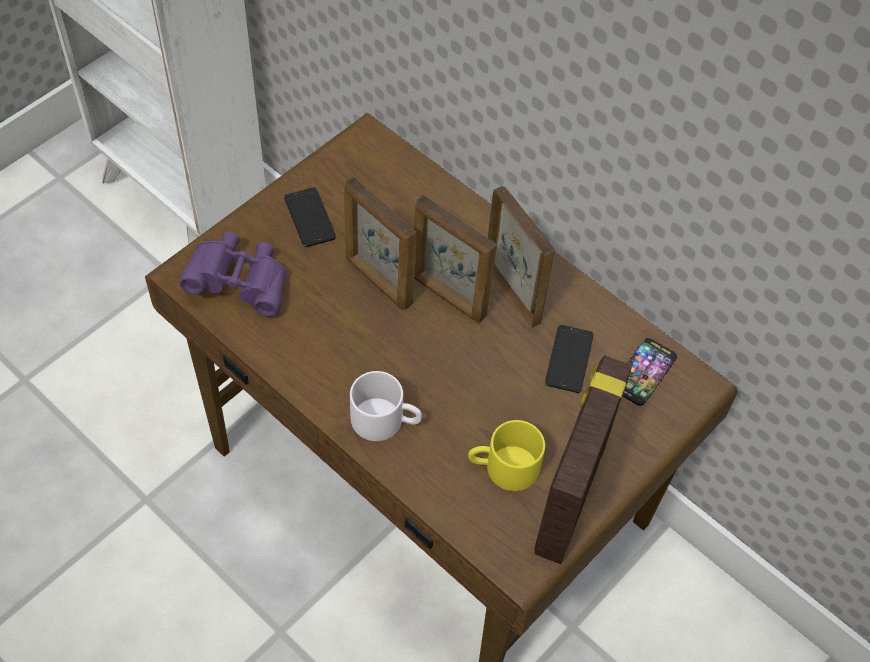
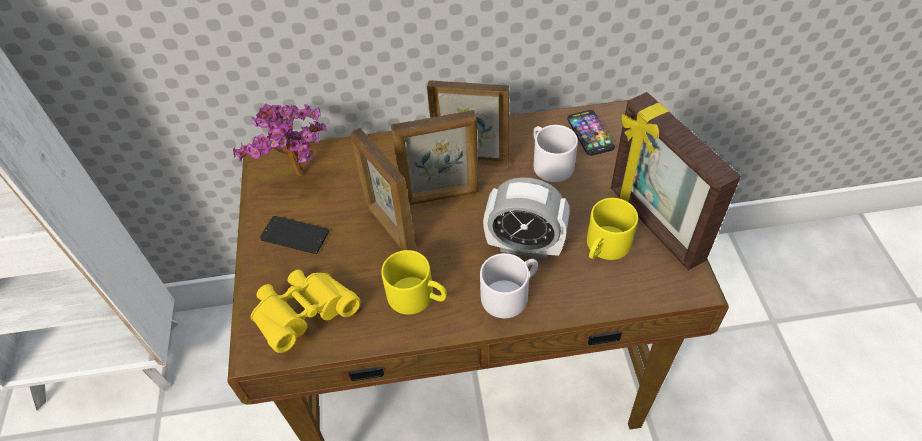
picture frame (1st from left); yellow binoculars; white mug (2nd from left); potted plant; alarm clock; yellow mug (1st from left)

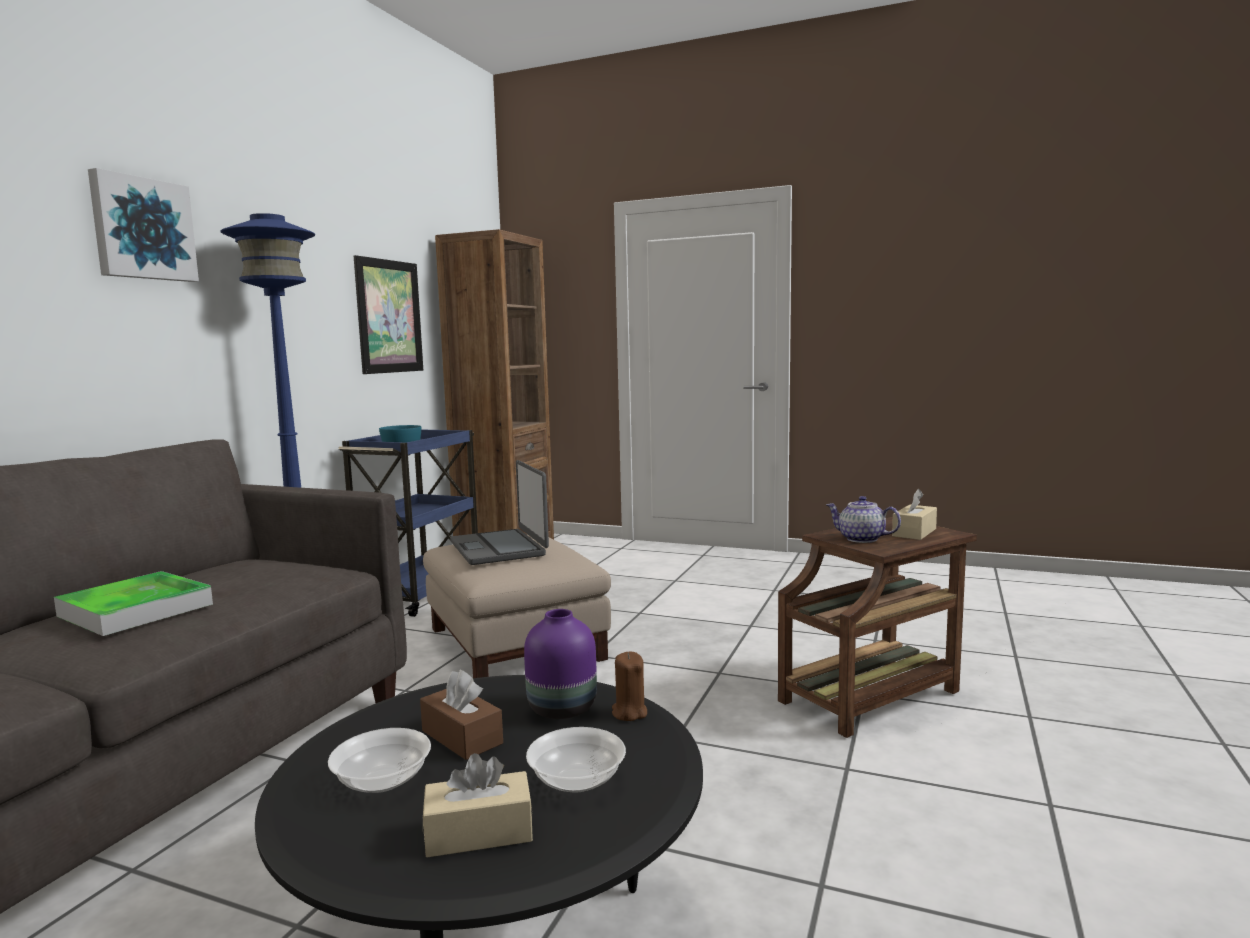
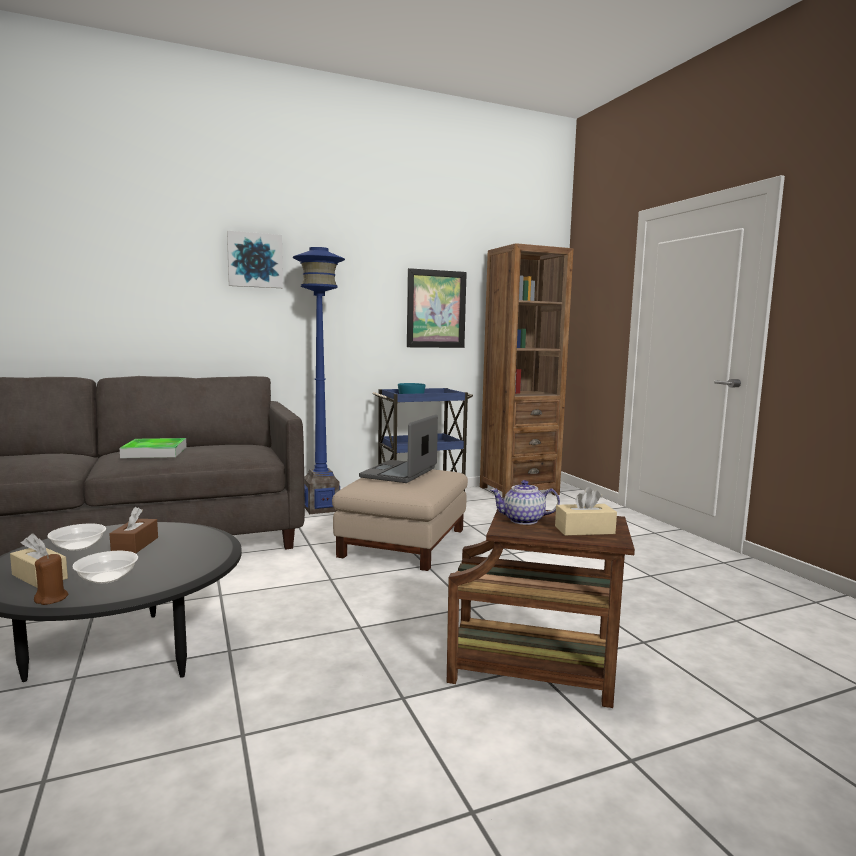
teapot; purple vase; brown candle

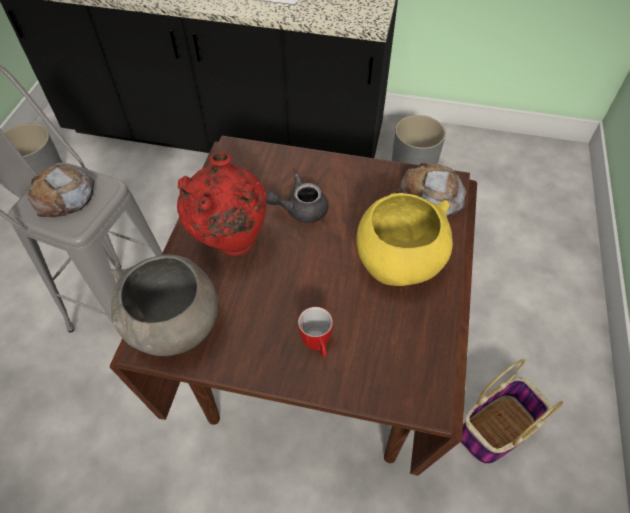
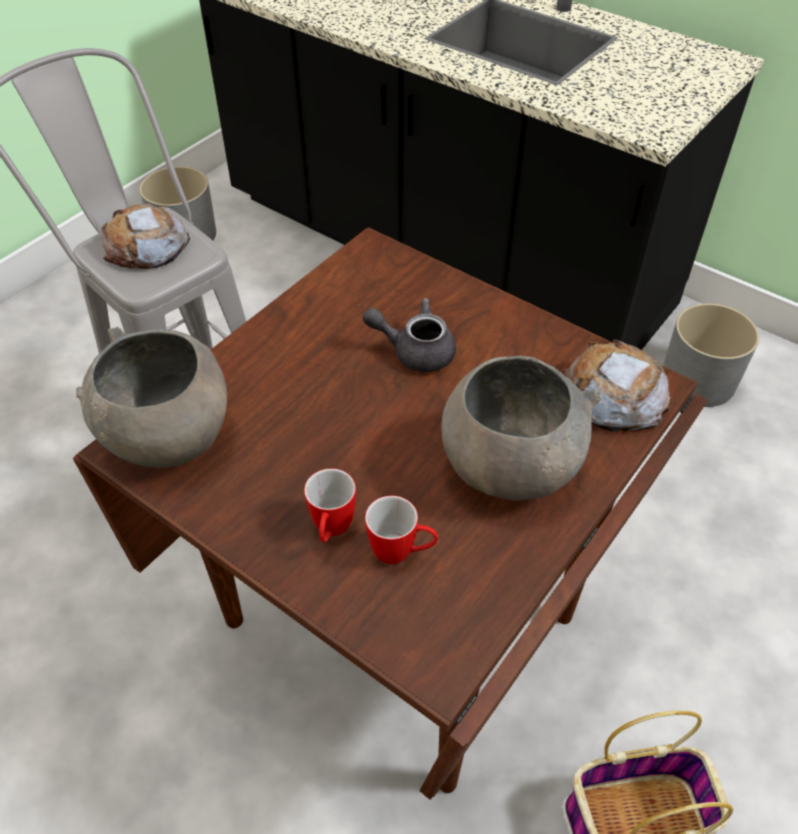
red vase; grey bowl (2nd from left); mug (2nd from left)

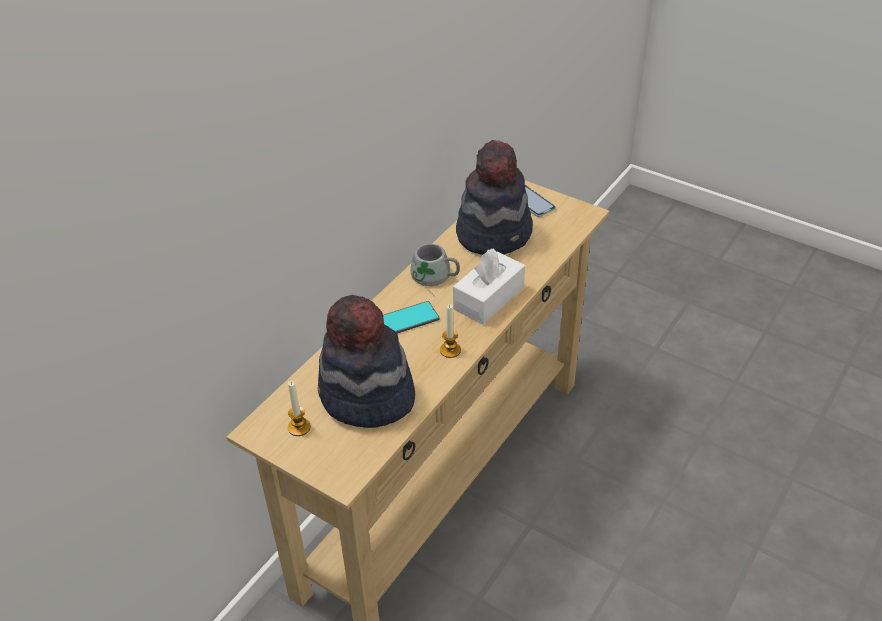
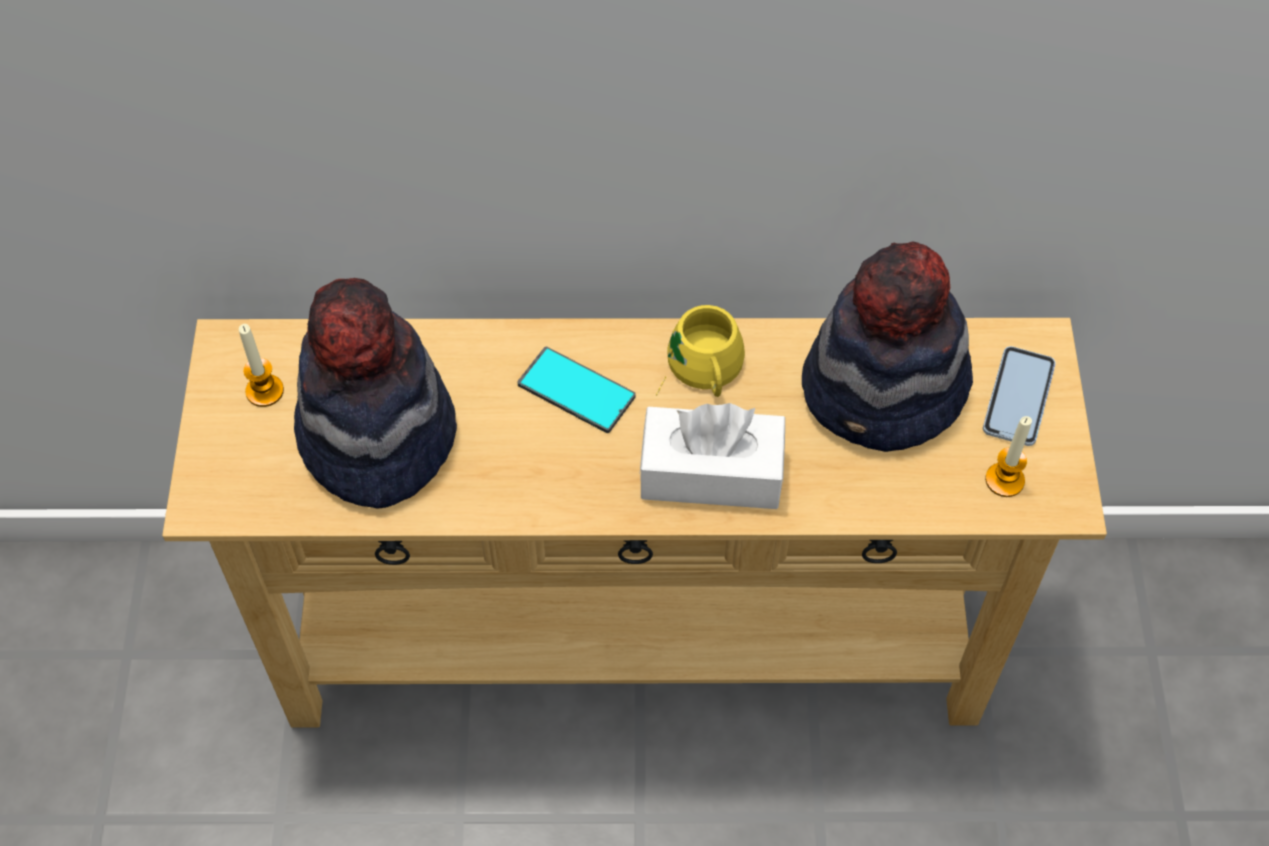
yellow mug; candle (2nd from left)

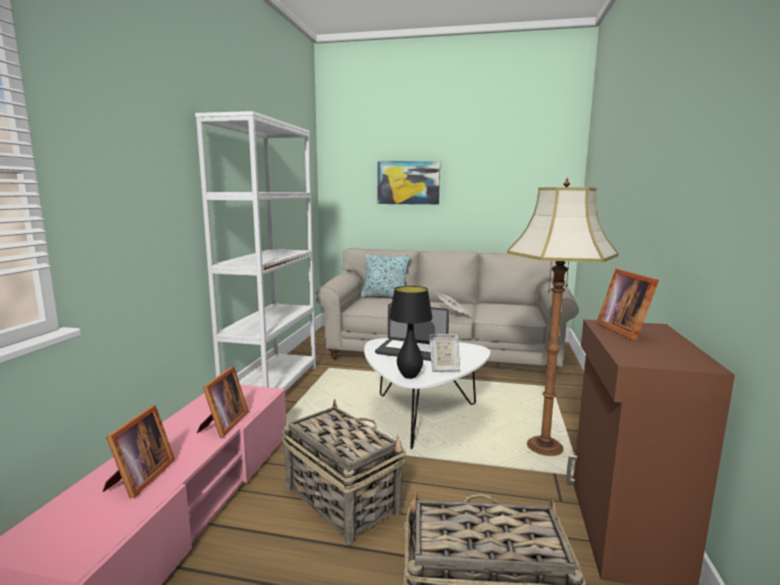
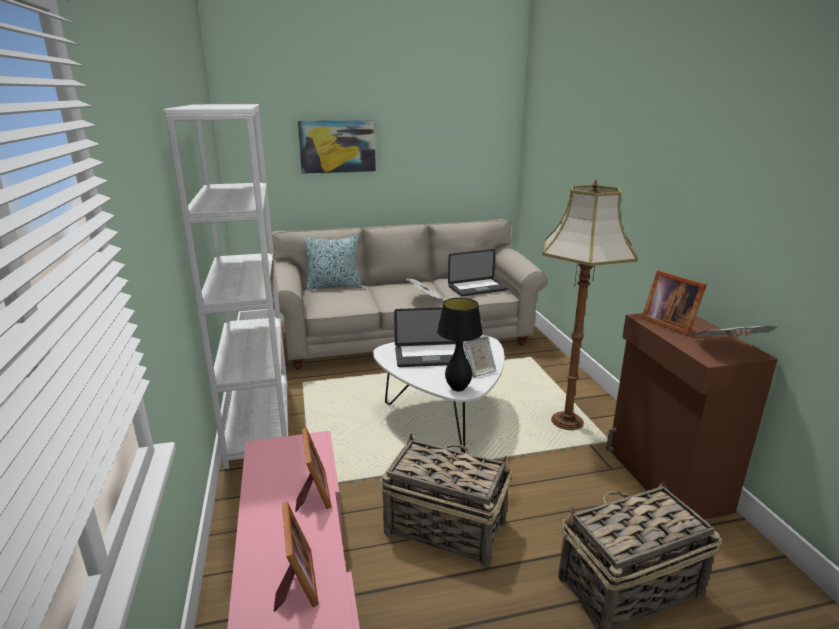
laptop (2nd from left); newspaper (2nd from left)

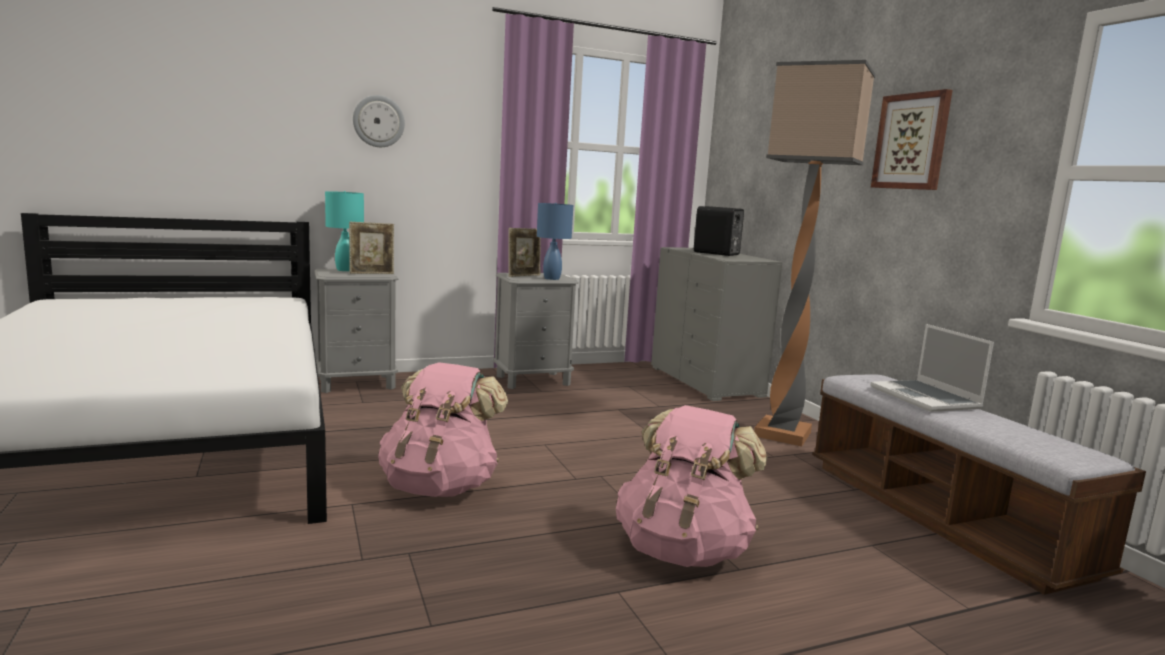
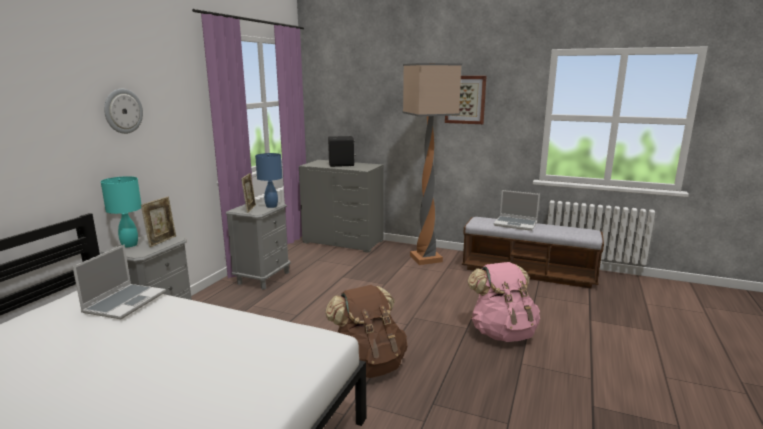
brown backpack; laptop (1st from left)

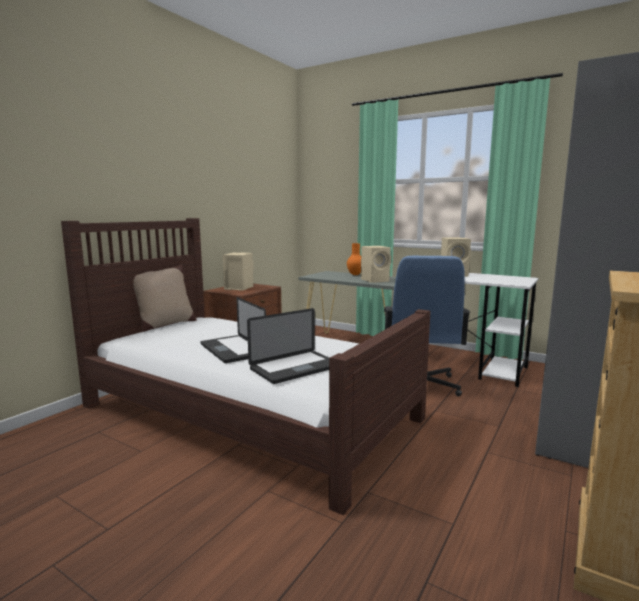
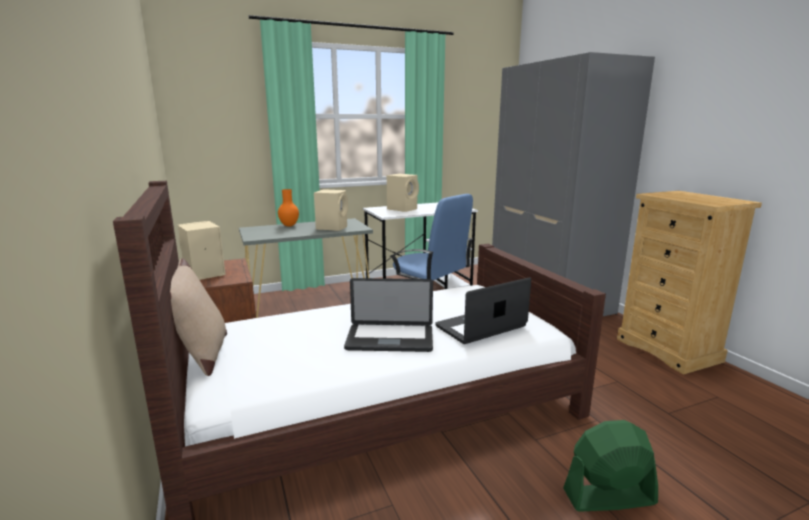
laptop (2nd from left); green fan

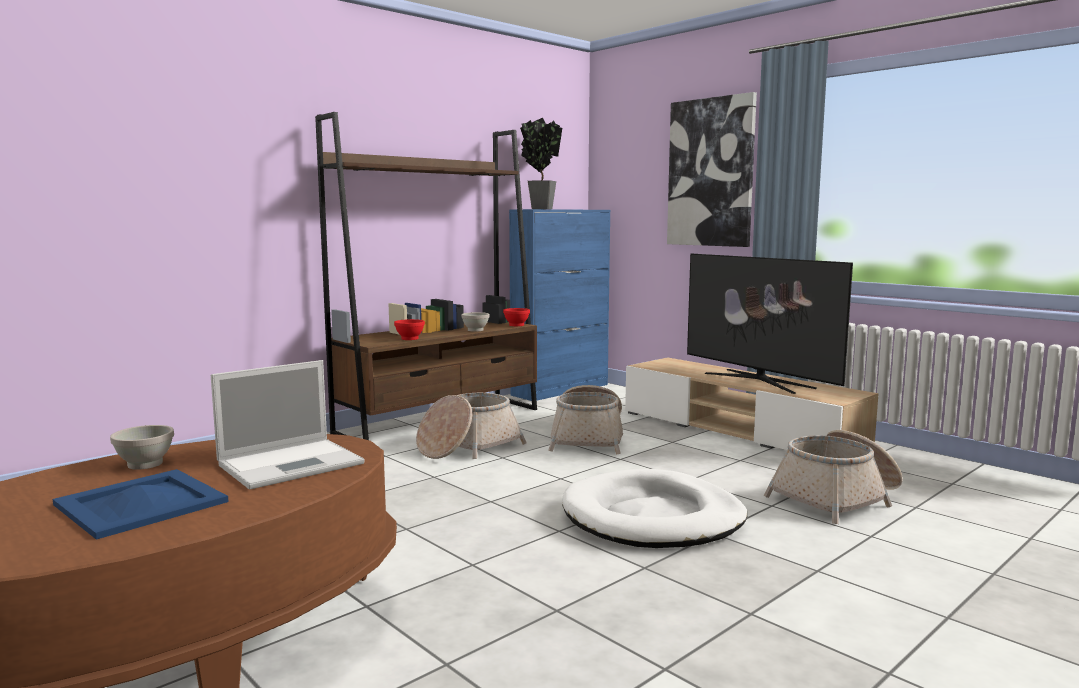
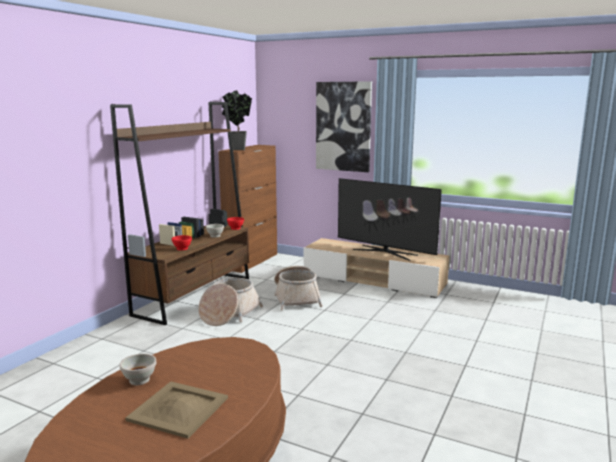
brown cabinet; laptop; basket (3rd from left in the first image); beige tray; white dog bed

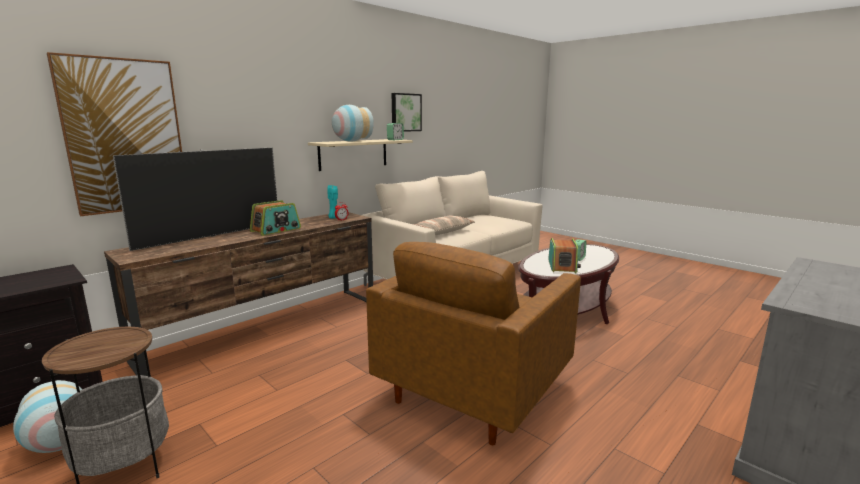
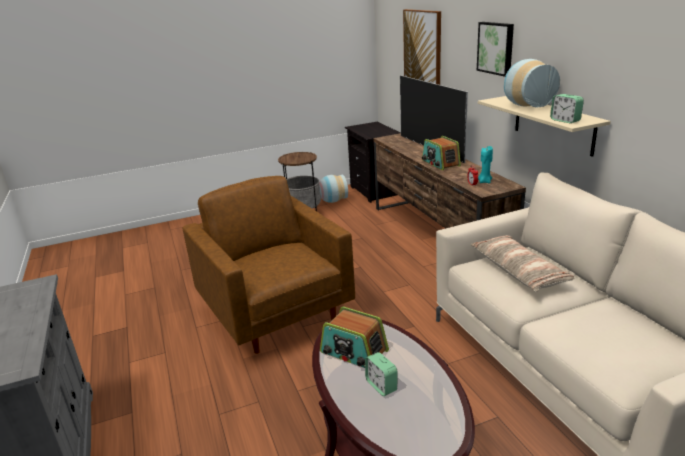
picture (2nd from left)

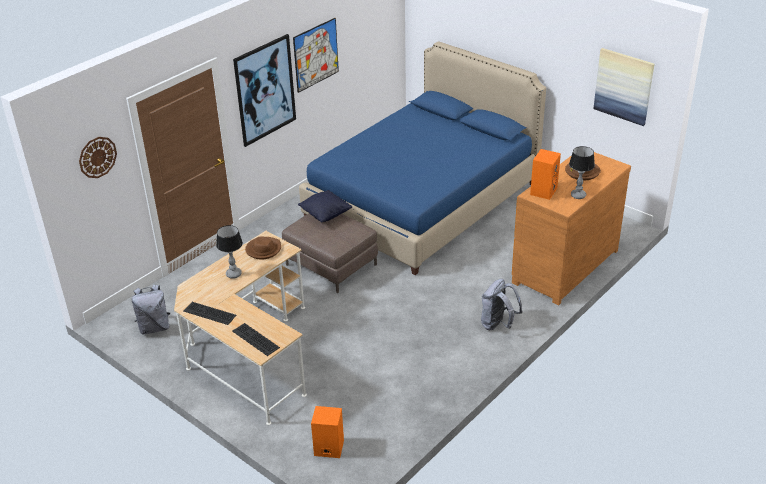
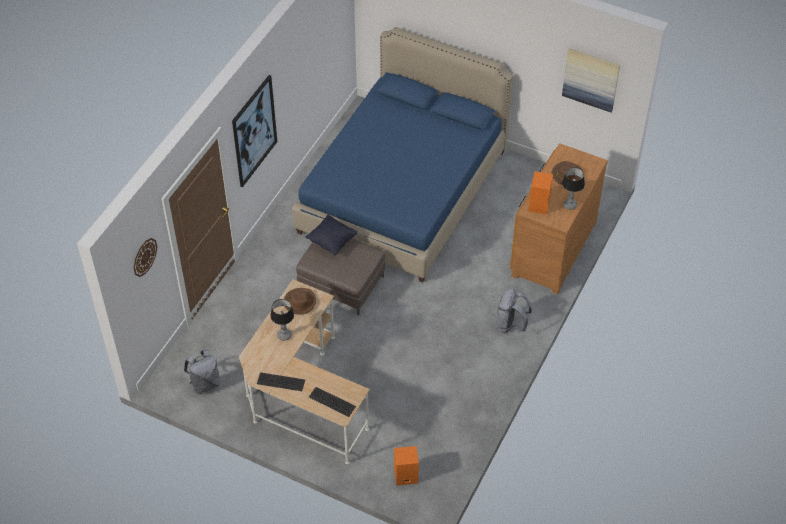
picture (2nd from left in the first image)

